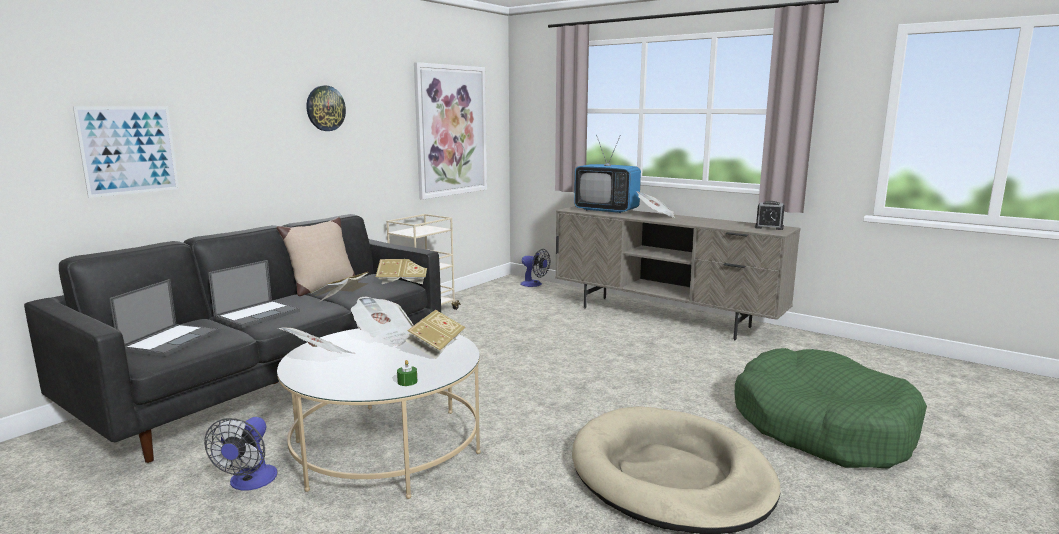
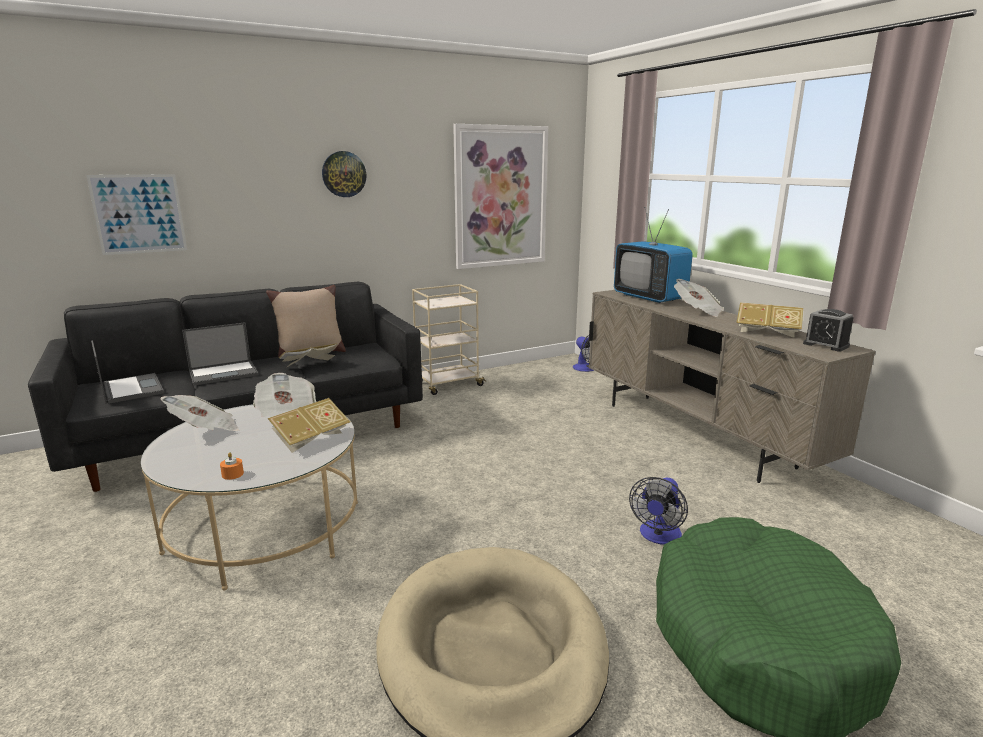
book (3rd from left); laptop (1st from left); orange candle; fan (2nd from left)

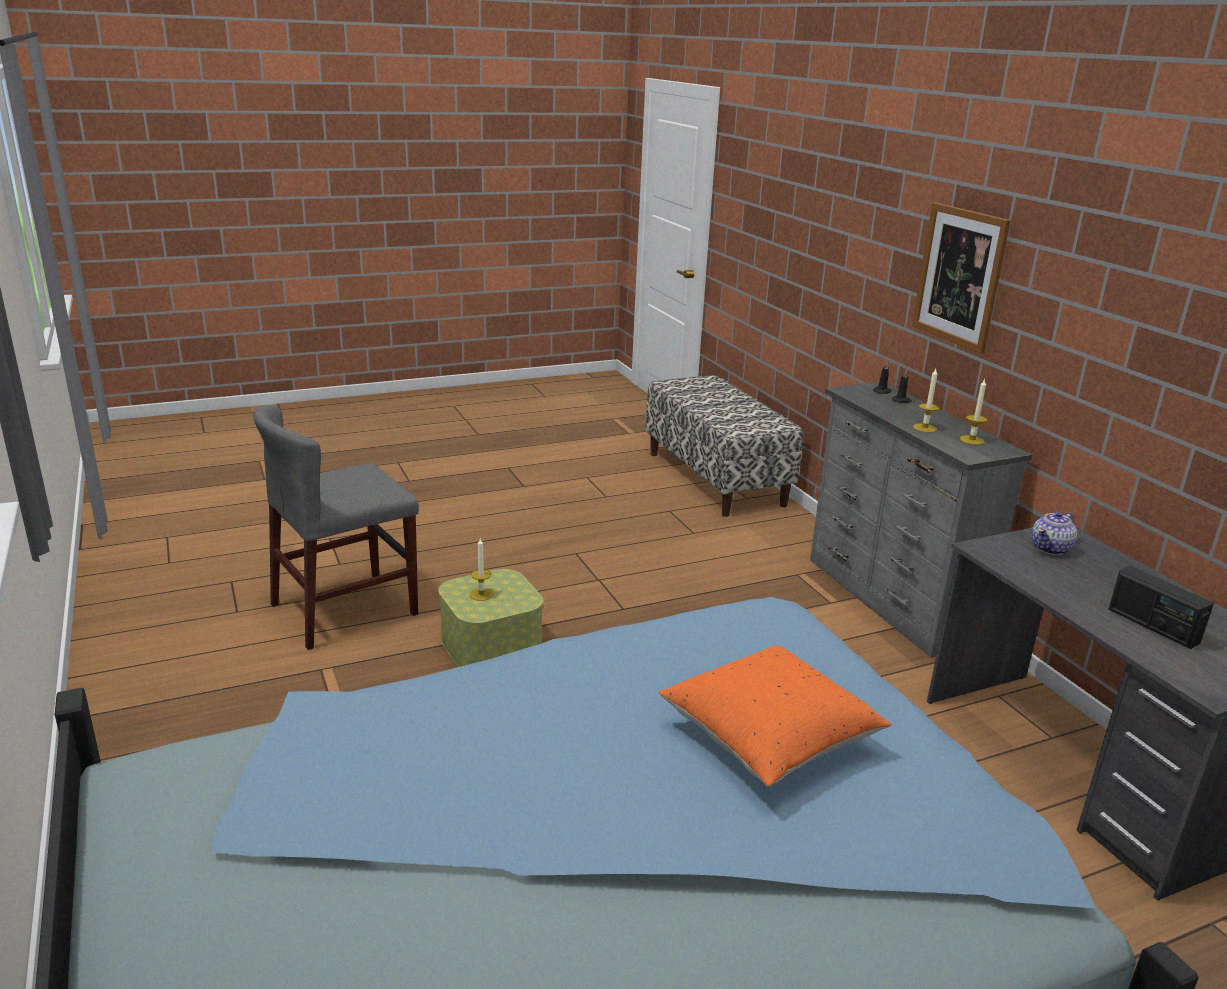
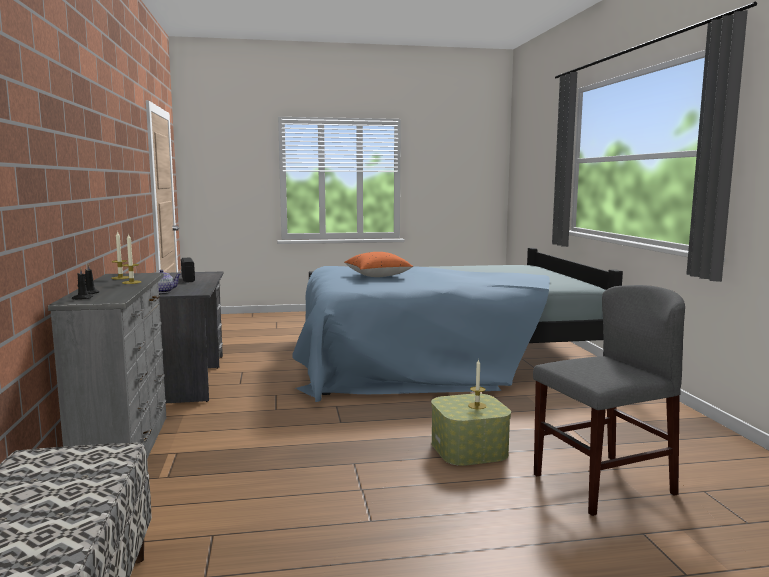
picture

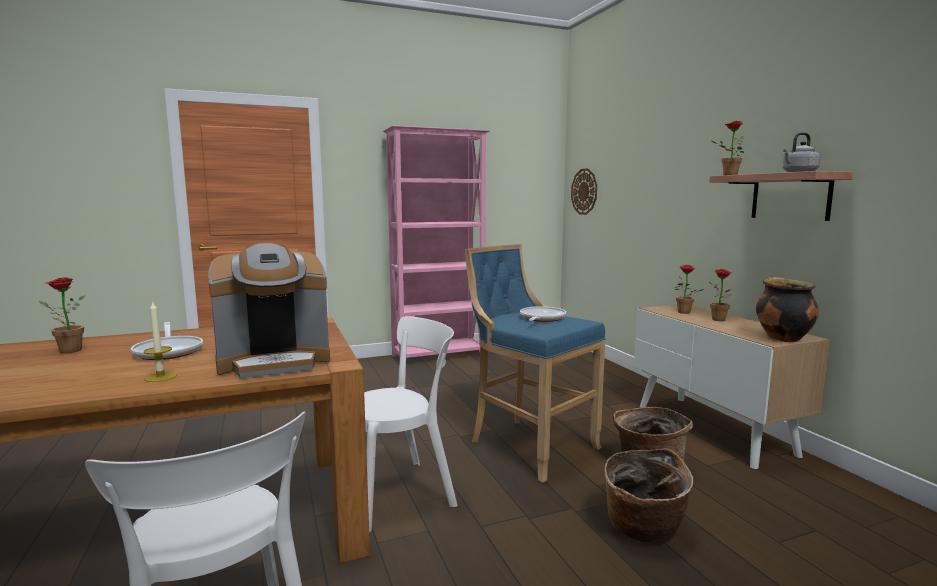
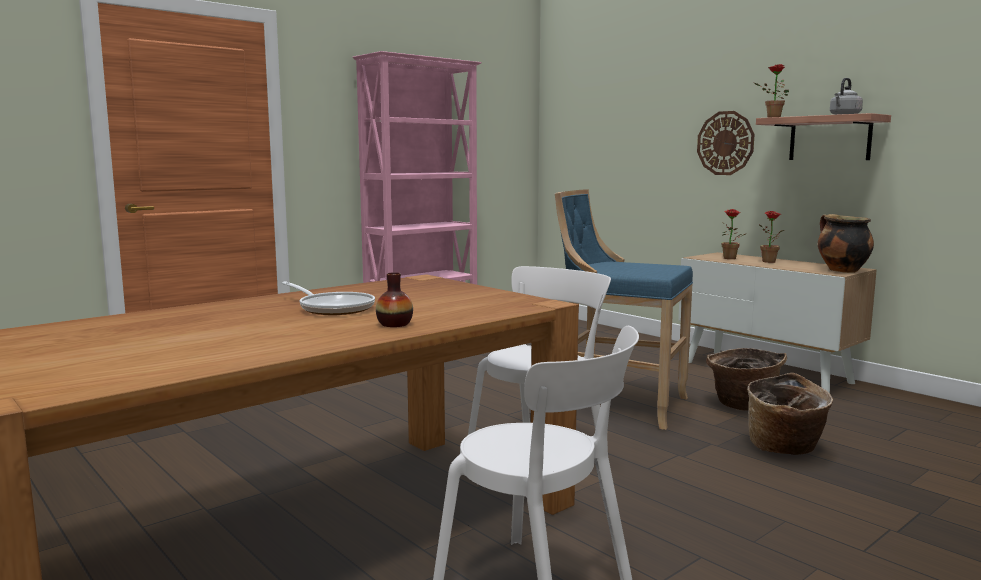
wall clock; coffee machine; potted plant (1st from left in the first image); vase; frying pan (2nd from left in the first image)

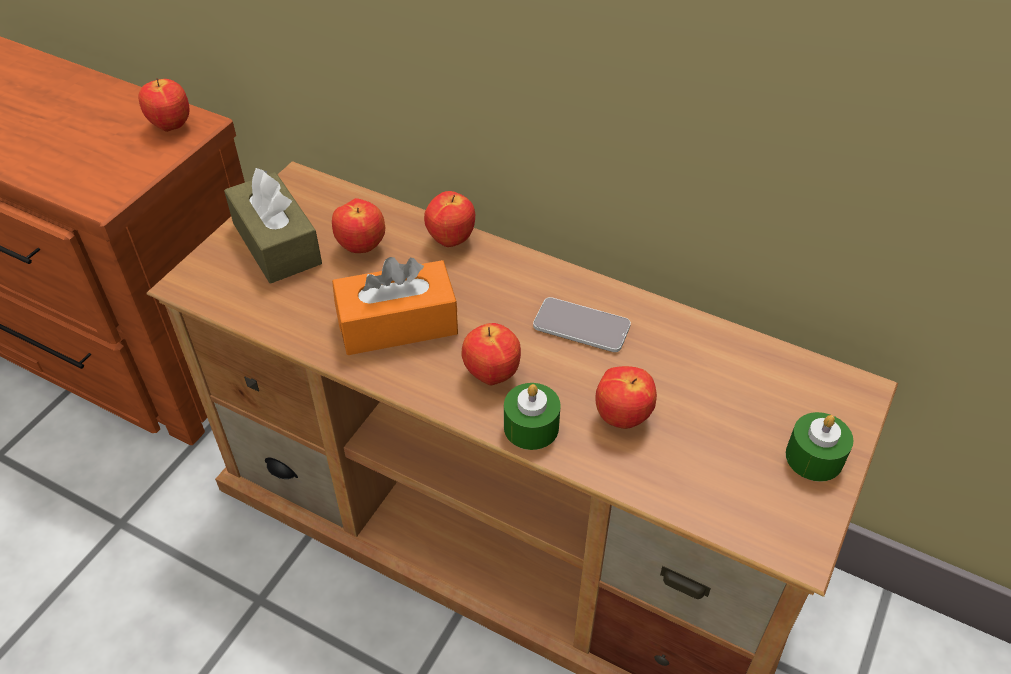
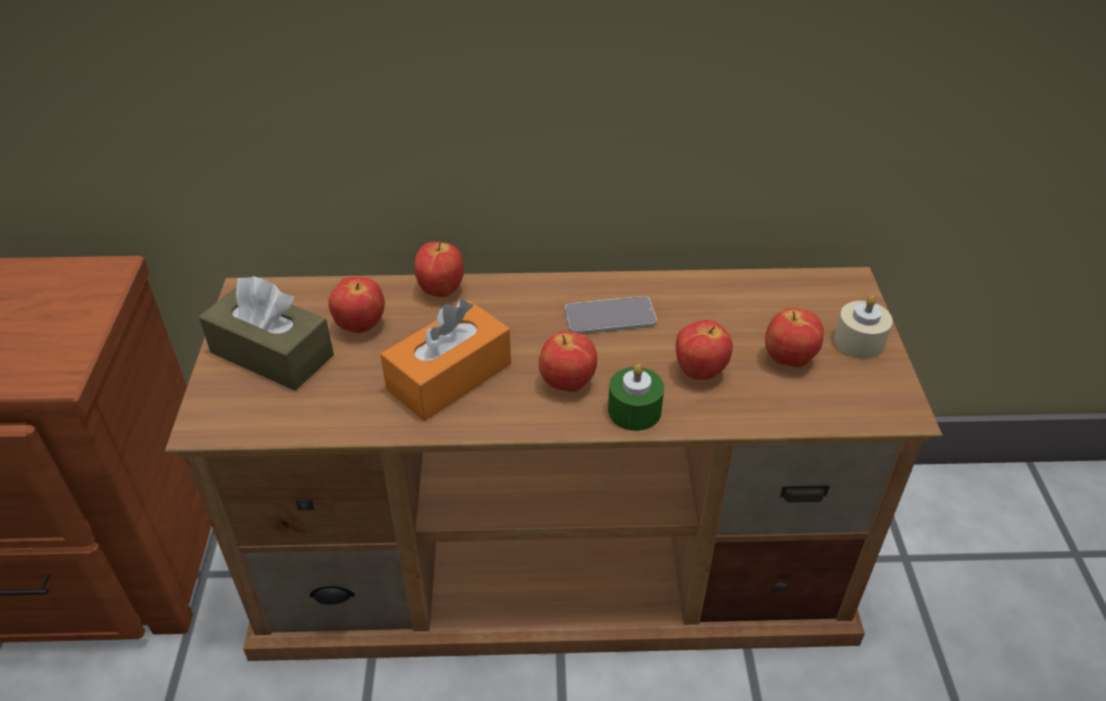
apple (5th from left); beige candle

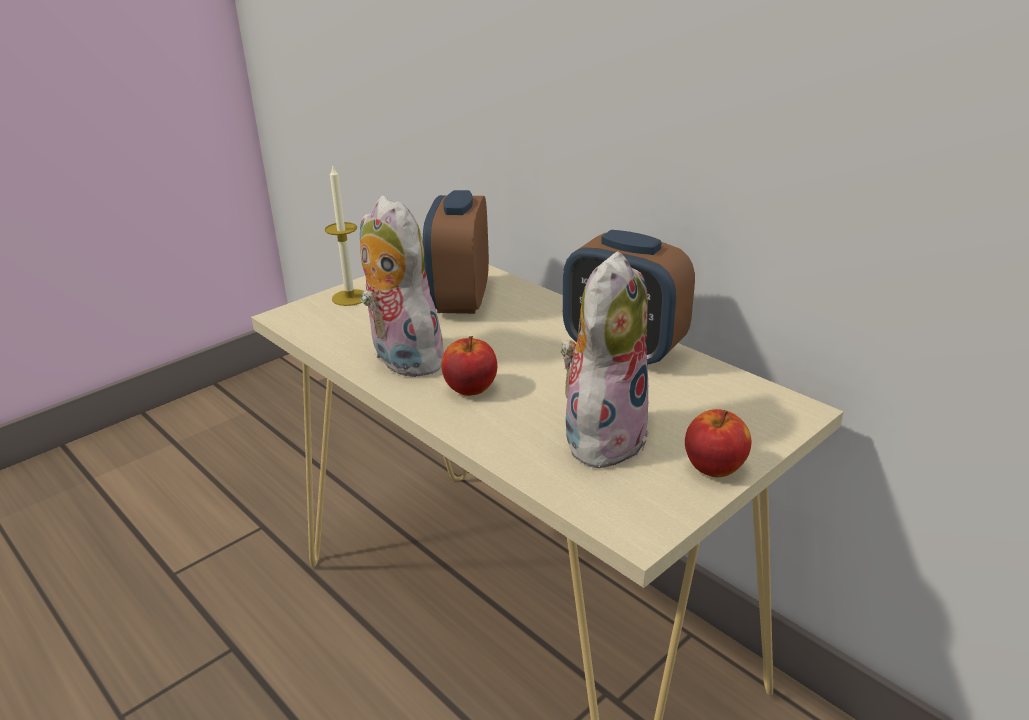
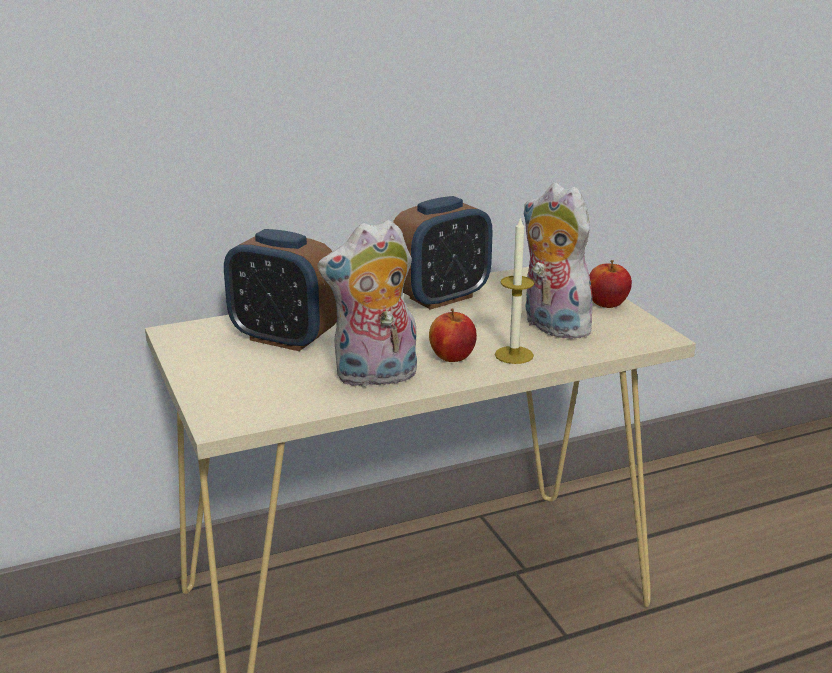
candle

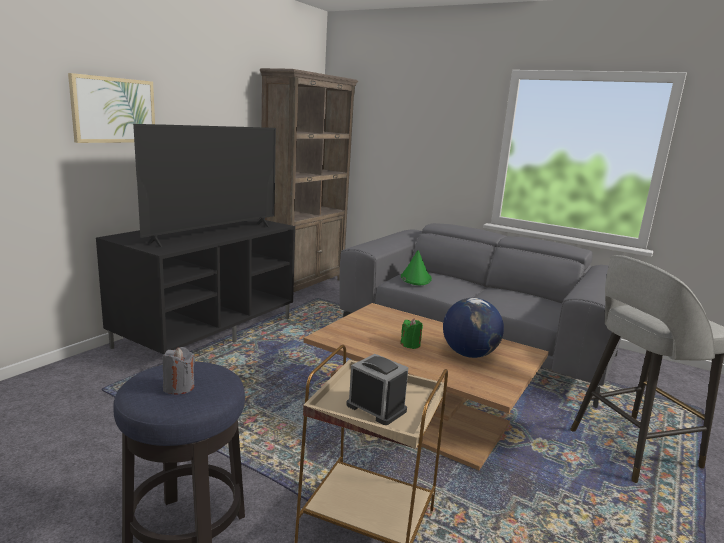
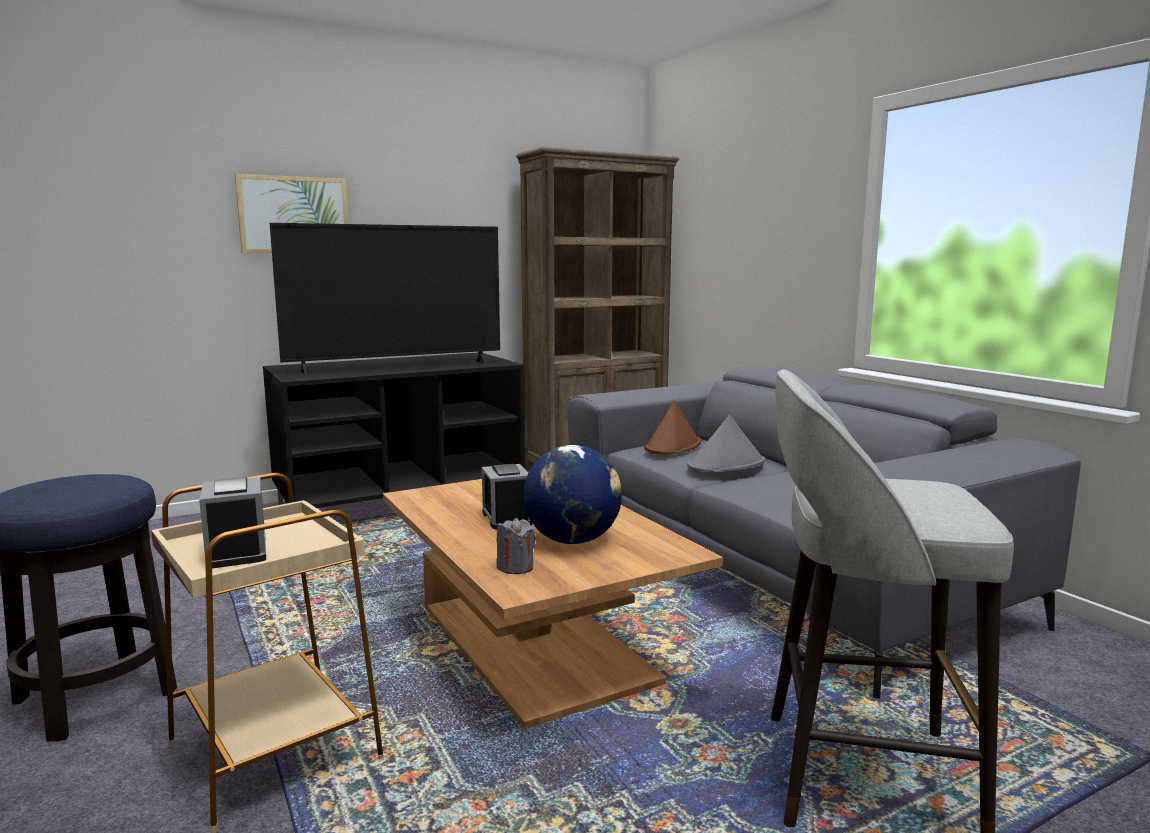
brown hat; alarm clock (2nd from left); grey candle; grey hat

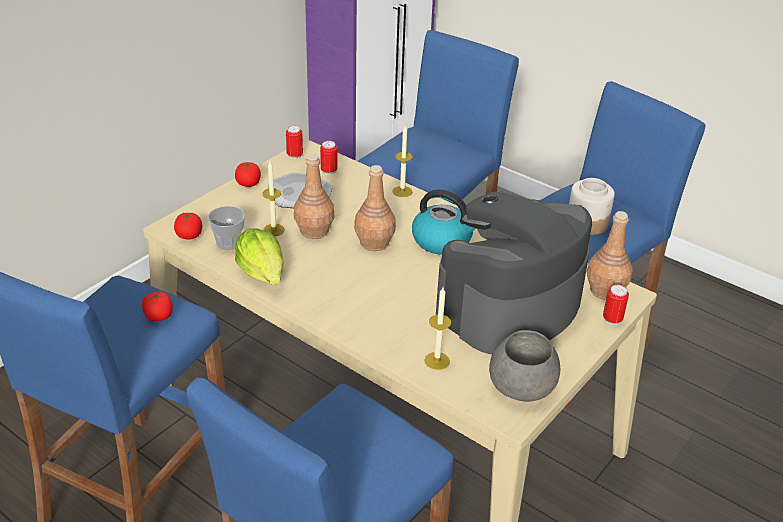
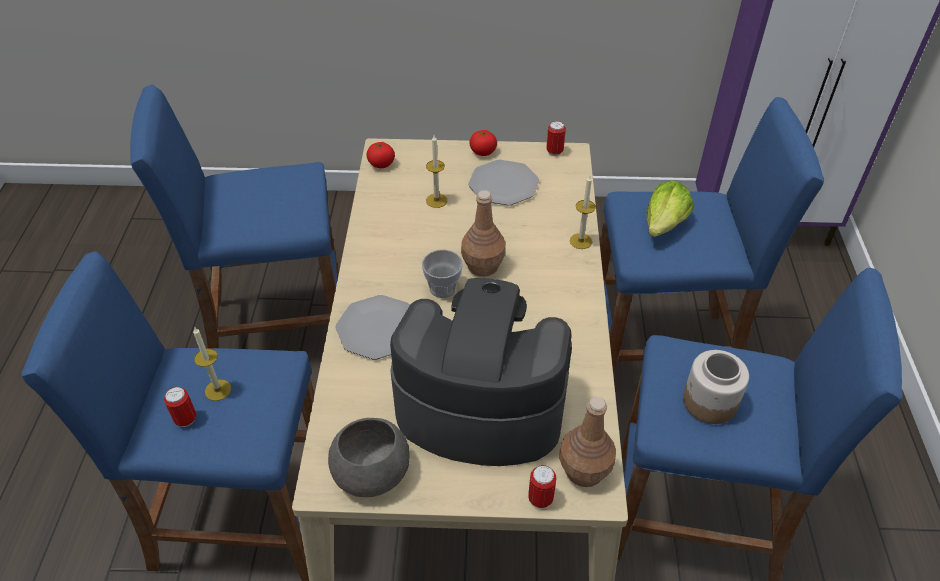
can (1st from left); brown bottle (1st from left in the first image); kettle; cup; lettuce; candle (1st from left); tomato (1st from left in the first image); plate (1st from left)

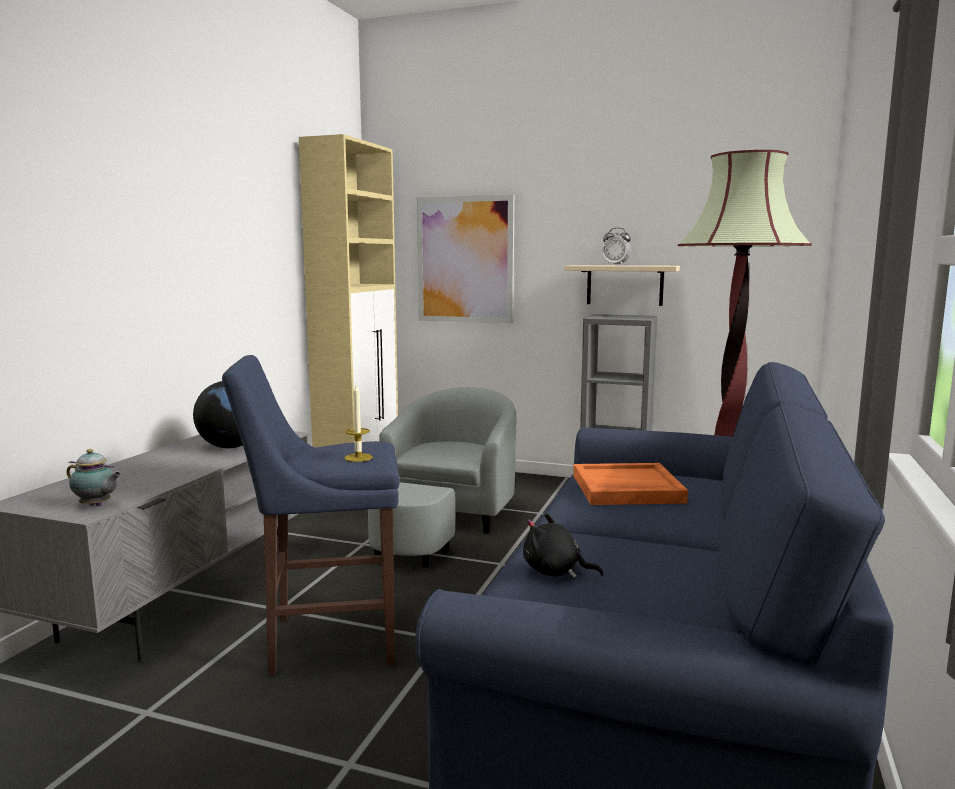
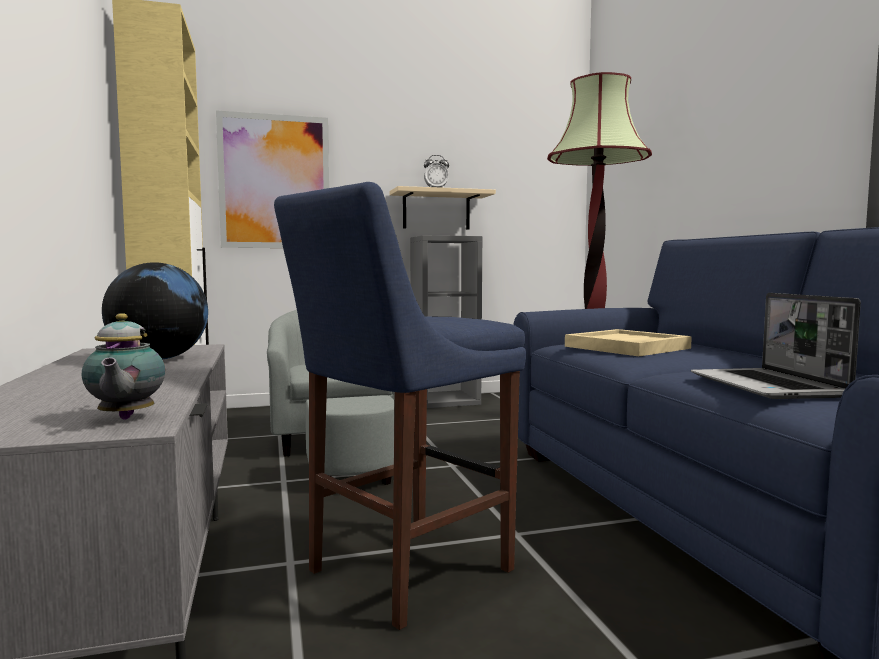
candle; teapot; beige tray; laptop

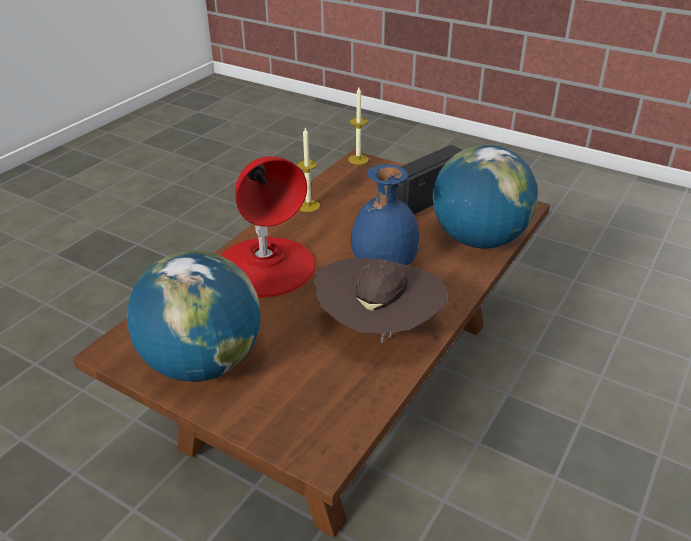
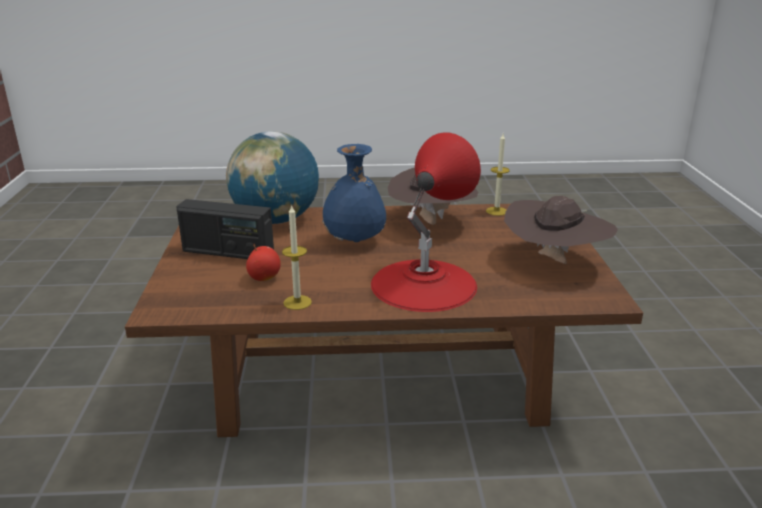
candle (2nd from left); brown hat (2nd from left); apple

